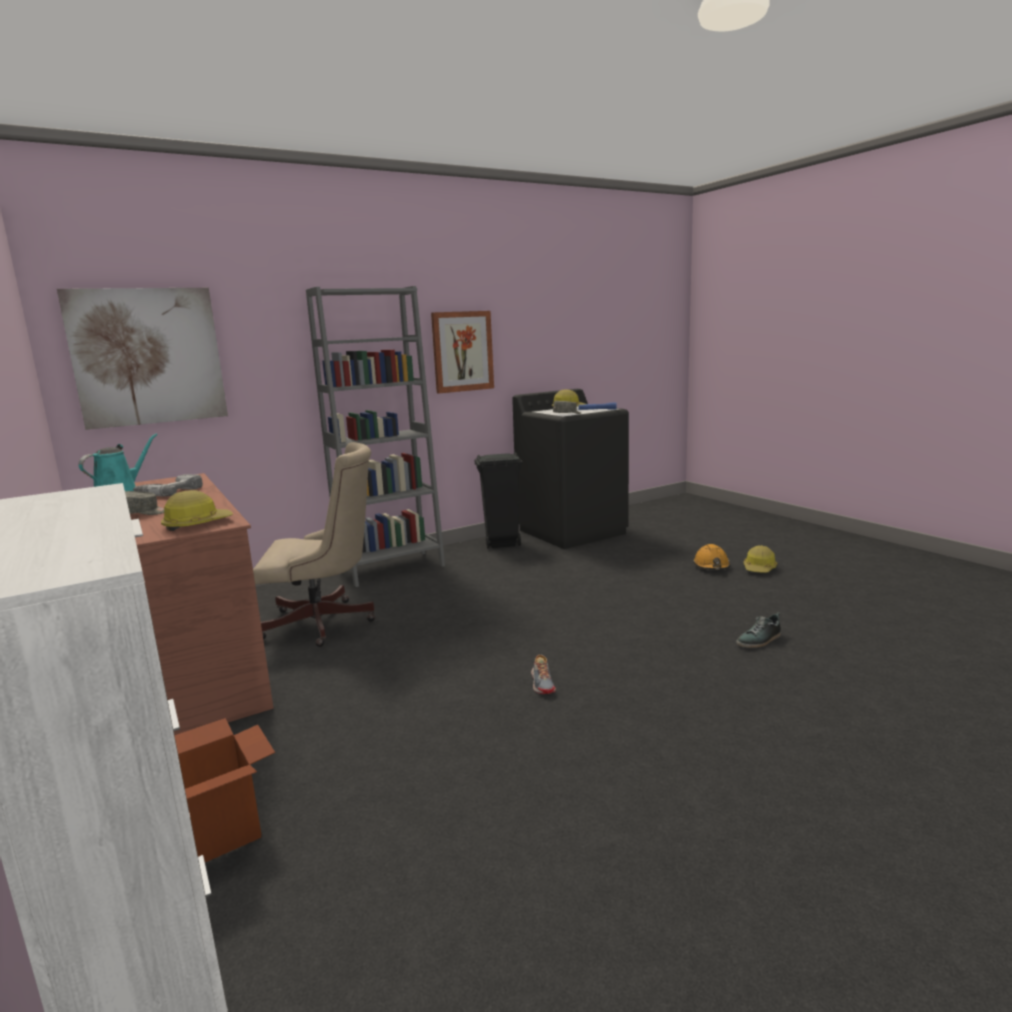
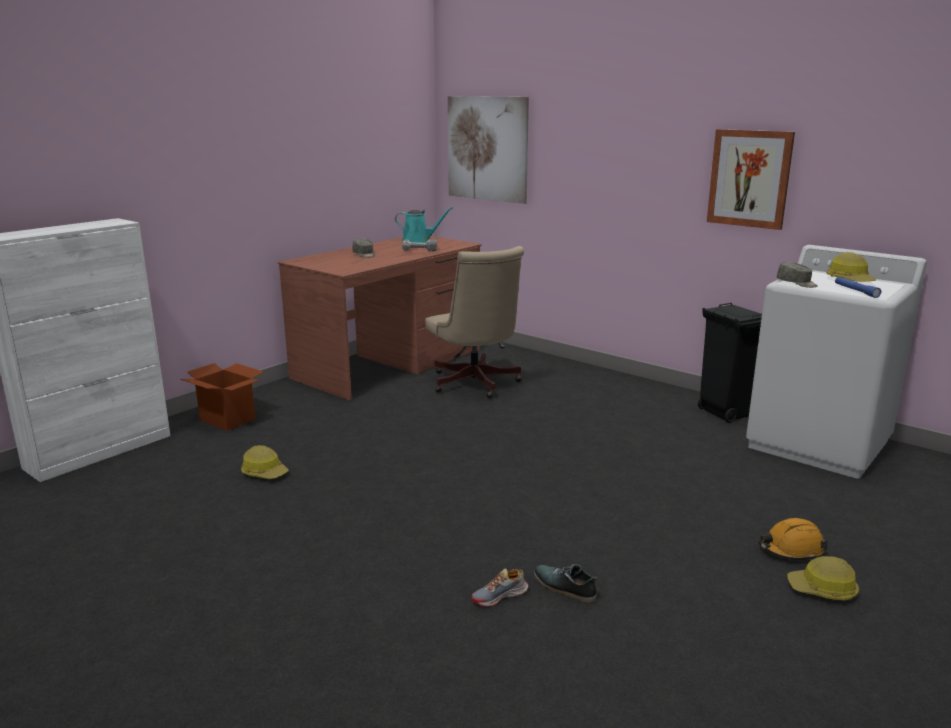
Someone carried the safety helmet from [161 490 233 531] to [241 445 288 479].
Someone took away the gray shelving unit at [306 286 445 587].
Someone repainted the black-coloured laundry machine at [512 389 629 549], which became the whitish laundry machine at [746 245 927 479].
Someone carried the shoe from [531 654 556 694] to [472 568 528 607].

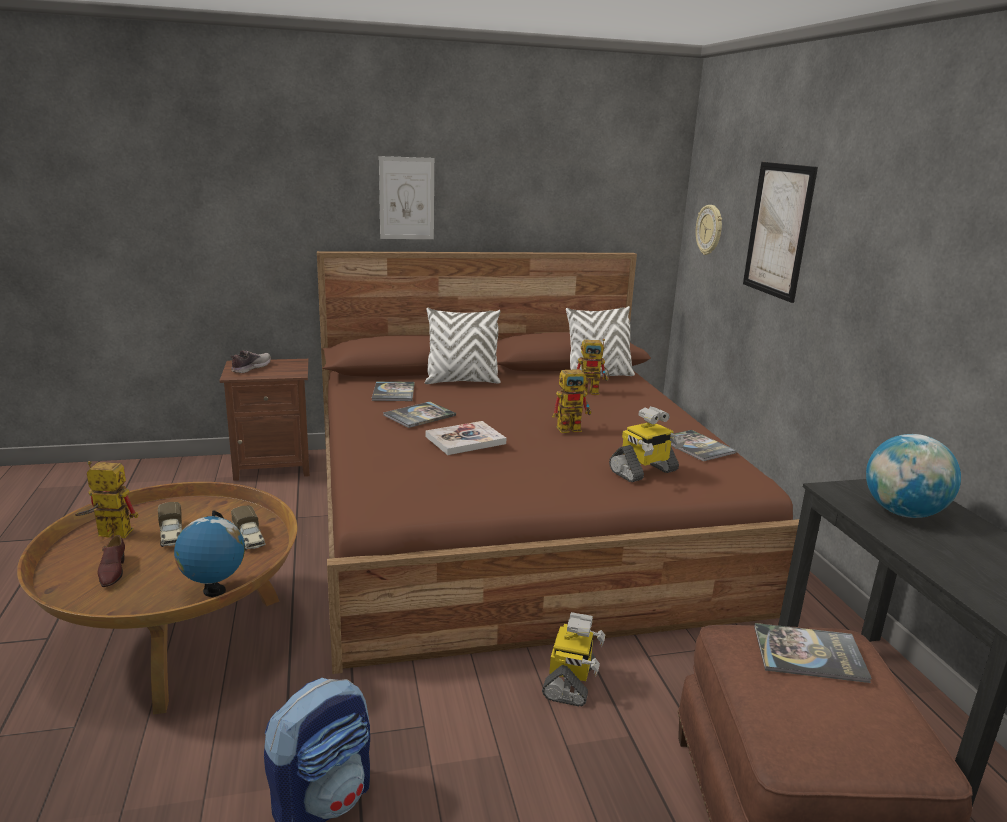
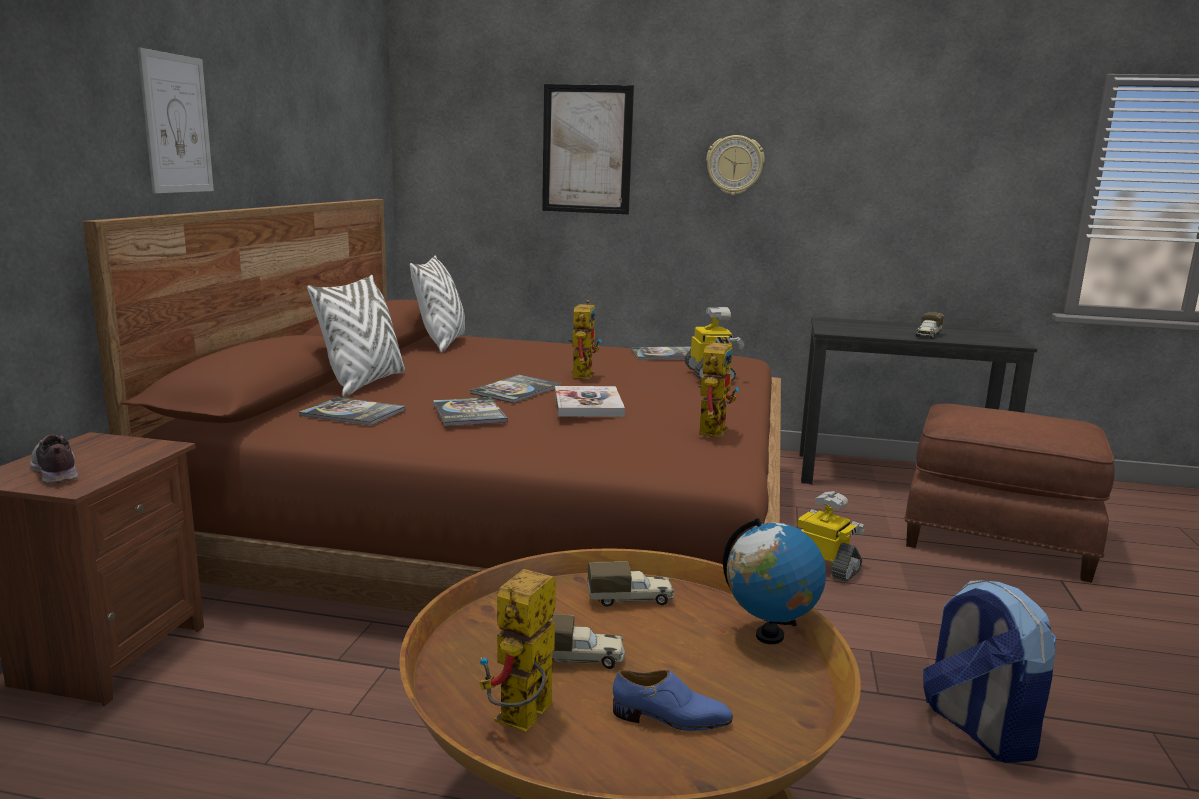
Someone repainted the brownish shoe at [97 535 125 587], which became the bluish shoe at [613 670 733 731].
Someone carried the toy robot from [577 339 609 395] to [698 337 739 438].
Someone carried the wall clock from [696 205 722 255] to [706 135 765 195].
Someone carried the book from [754 623 872 683] to [470 375 560 403].
Someone took away the world globe at [866 434 961 518].
Someone put down the toy truck at [915 312 944 339].

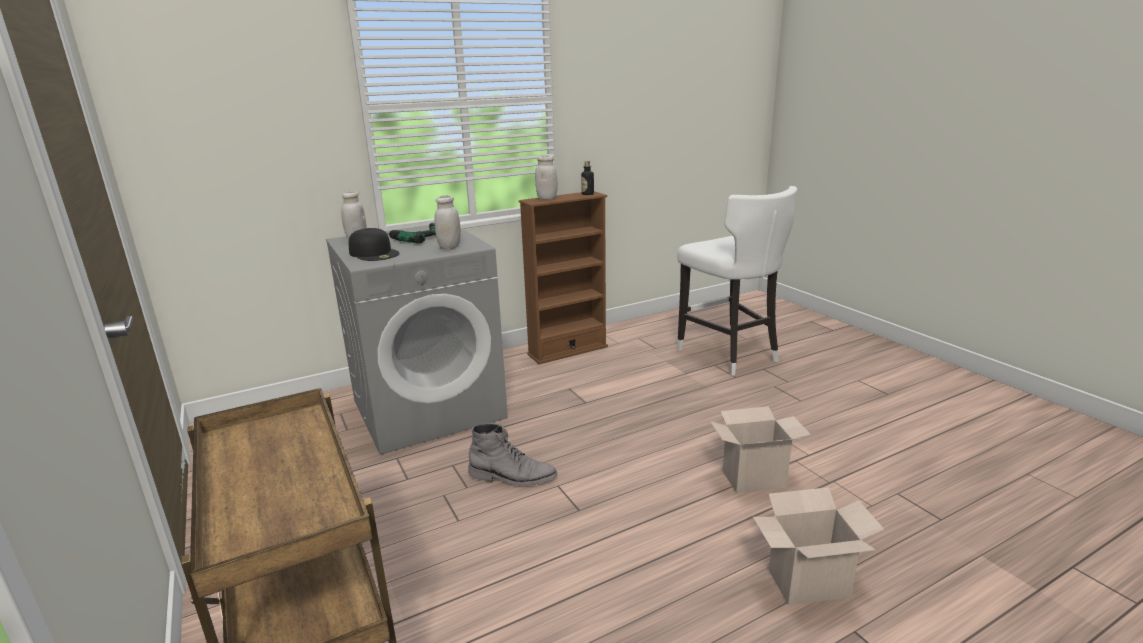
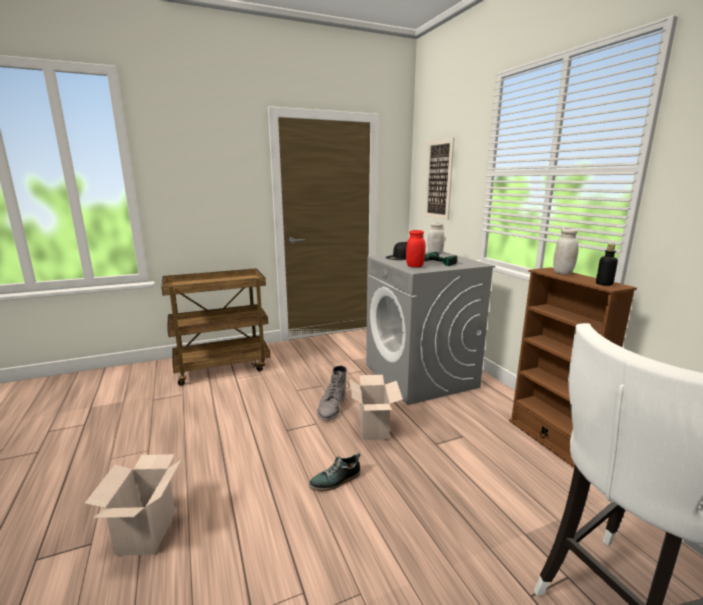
Someone repainted the whitish jar at [434 195 461 250], which became the red-coloured jar at [406 230 426 267].
Someone carried the cardboard box from [710 406 811 494] to [350 375 403 440].
Someone put down the shoe at [309 453 360 491].
Someone put up the picture at [424 137 454 220].

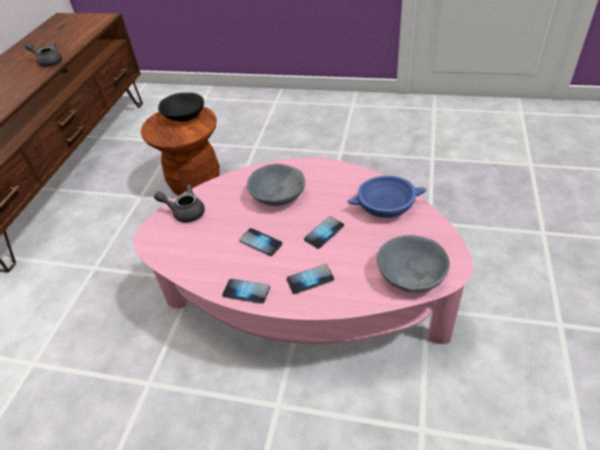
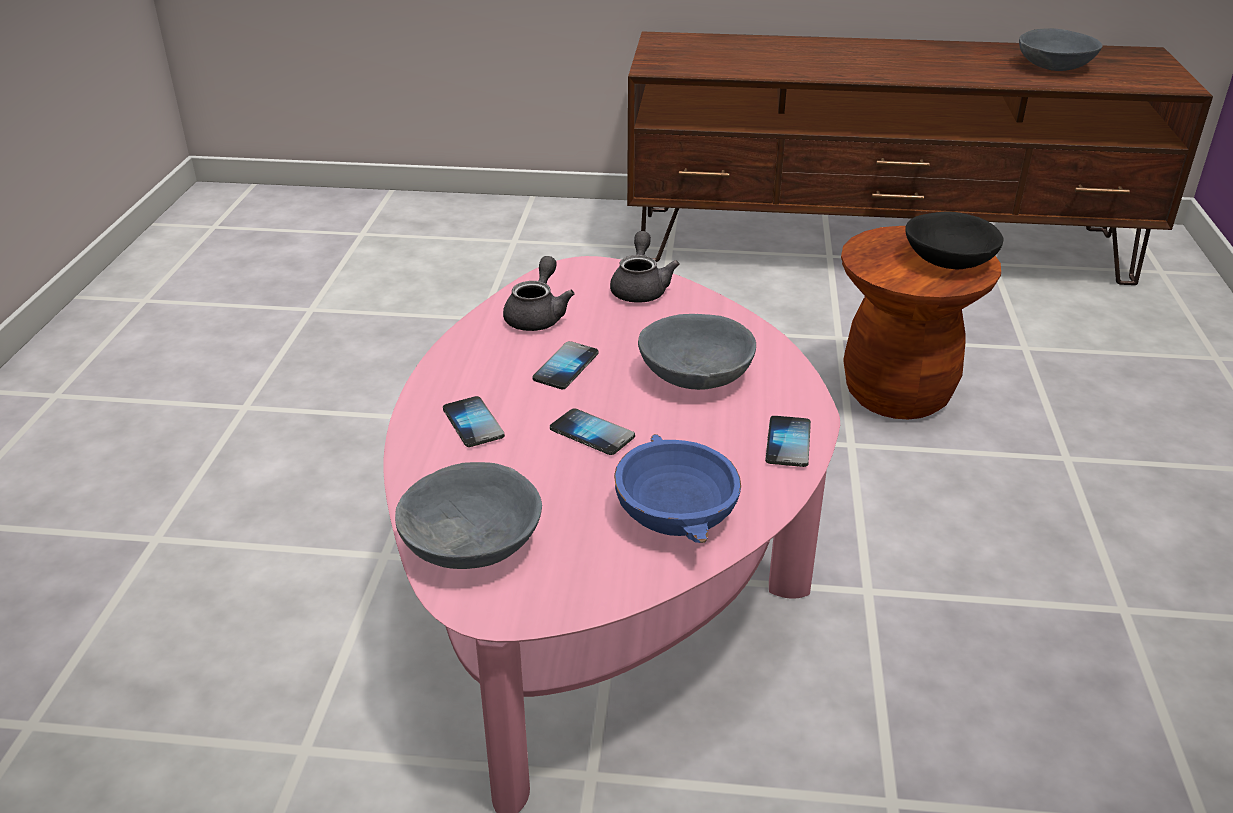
Someone carried the gray teapot from [25 42 62 67] to [503 256 575 331].
Someone carried the telephone from [222 279 270 304] to [765 416 811 467].
Someone put down the gray deep dish at [1019 28 1103 71].

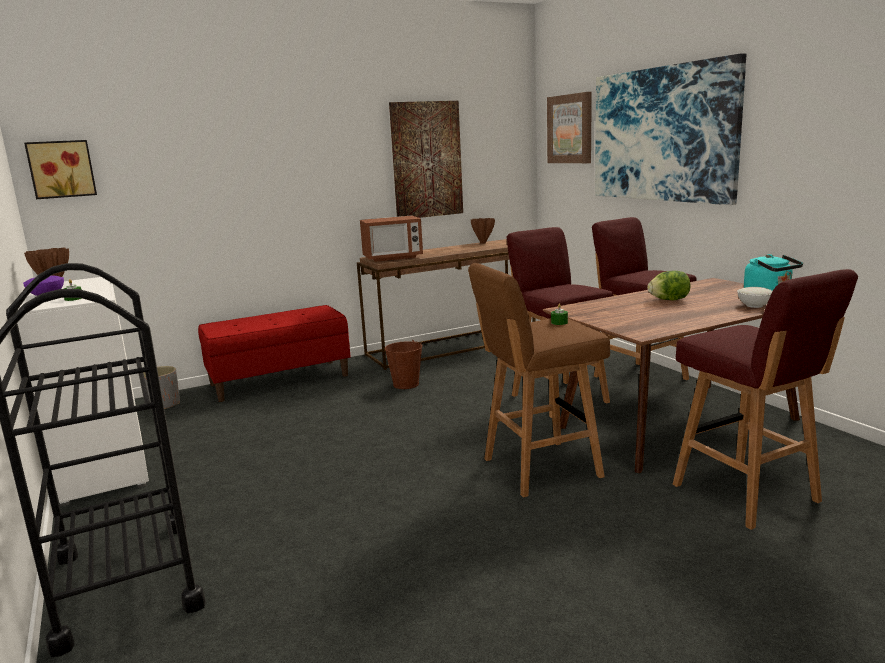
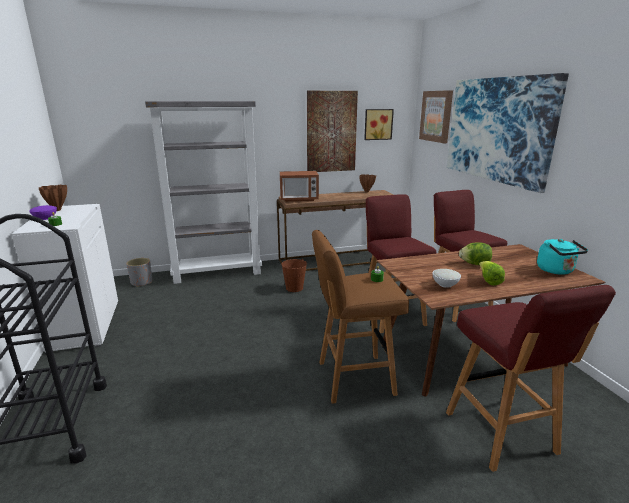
Someone carried the picture from [24 140 97 199] to [364 109 394 140].
Someone swapped the red-coloured bench at [198 305 351 402] for the gray shelving unit at [145 101 262 284].
Someone carried the whitish deep dish from [737 287 773 308] to [433 269 461 288].
Someone put down the head of lettuce at [479 261 505 286].

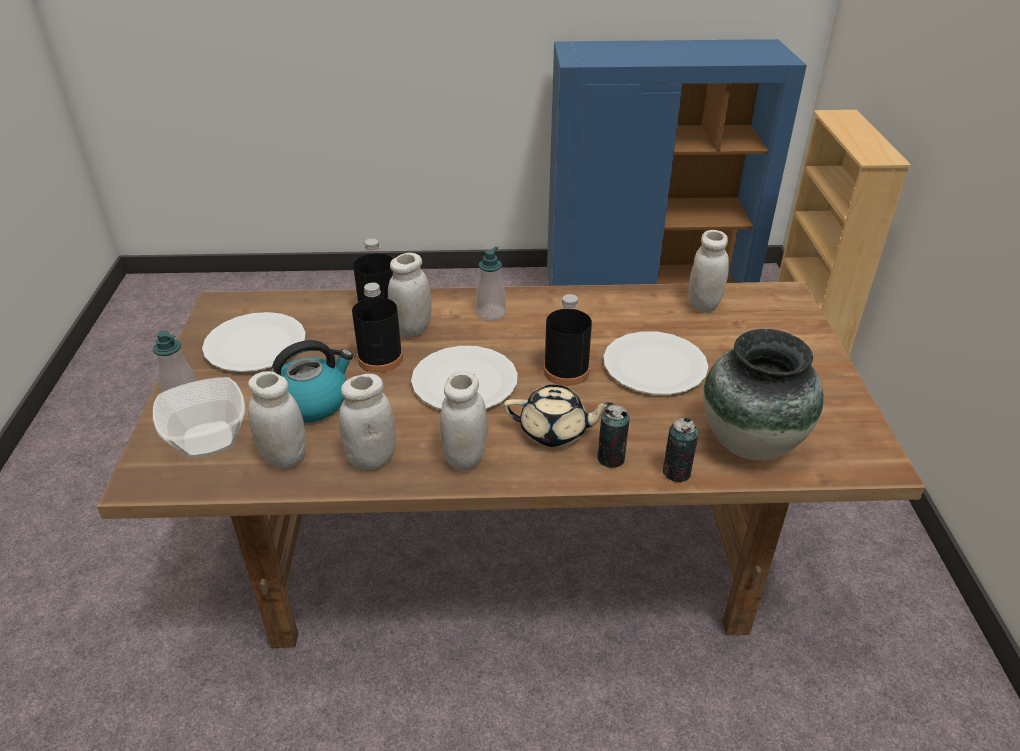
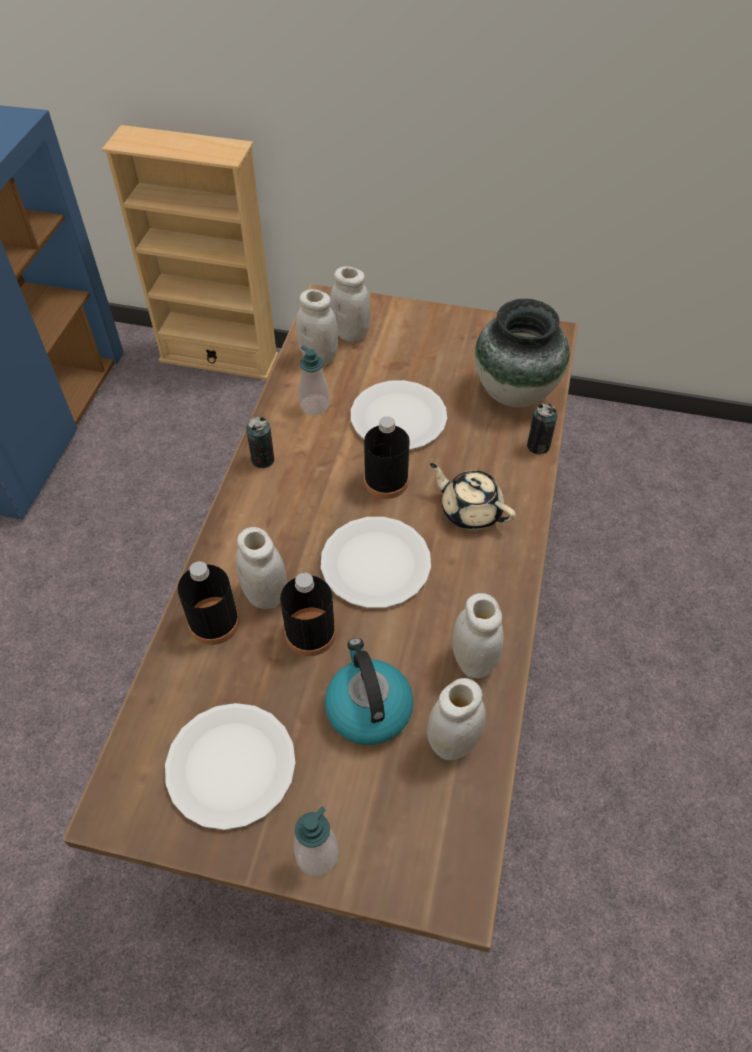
Someone took away the deep dish at [153 377 245 458].
Someone carried the whitish jar from [440 371 488 471] to [330 266 371 342].
Someone carried the soap dispenser from [476 247 506 321] to [299 345 330 415].
Someone rotated the beige teapot at [504 385 613 447] by 75 degrees counterclockwise.
Someone carried the sealed can from [598 405 630 468] to [246 417 274 468].

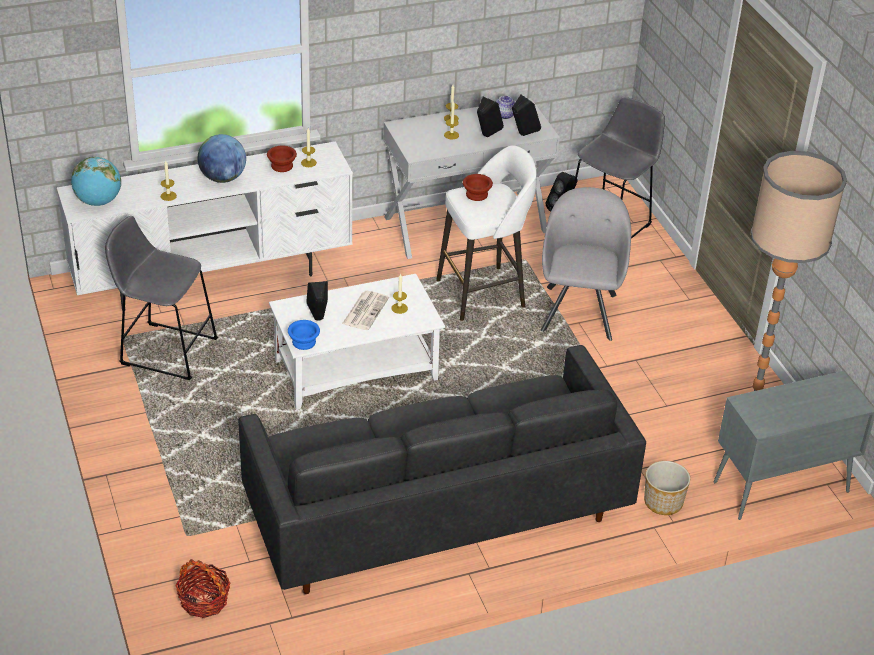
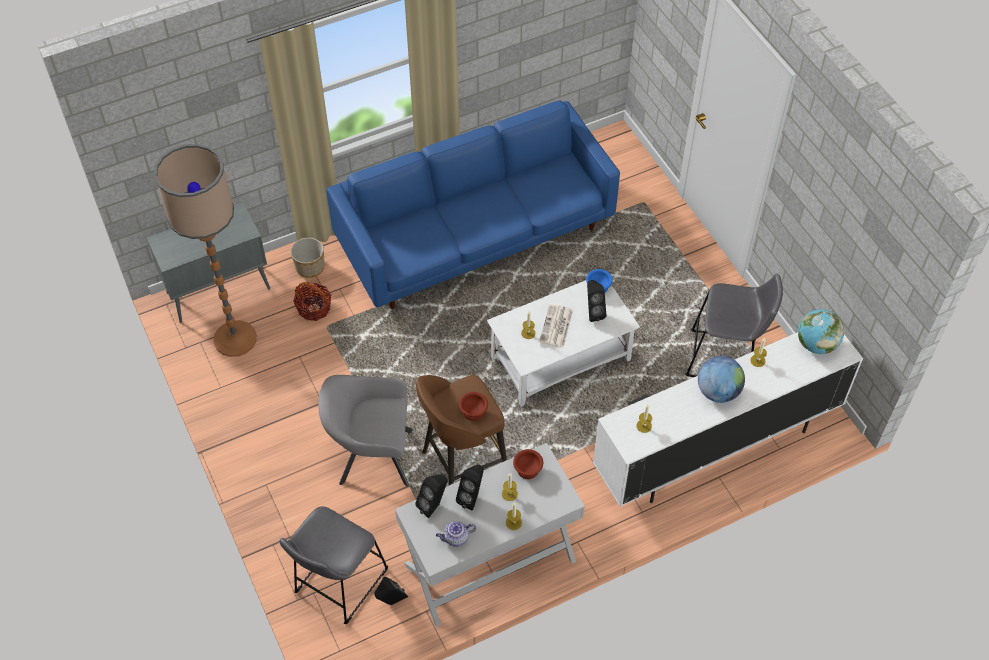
Someone carried the household basket from [175 559 230 618] to [293 282 331 321].
Someone repainted the black-coloured sofa at [238 345 646 594], which became the bluish sofa at [326 101 620 309].
Someone carried the brownish deep dish from [267 146 297 172] to [513 449 543 479].
Someone repainted the whitish stool seat at [436 145 537 321], which became the brownish stool seat at [416 375 507 485].
Someone rotated the gray lounge chair at [541 187 631 341] by 90 degrees clockwise.

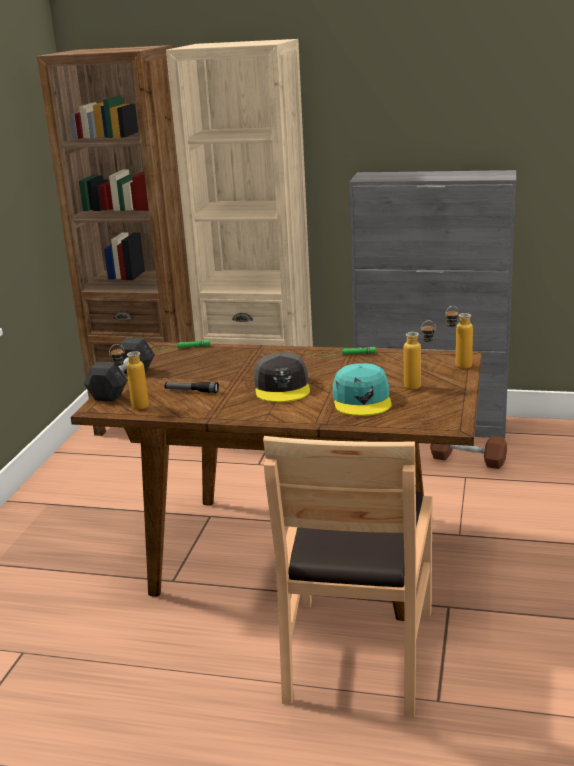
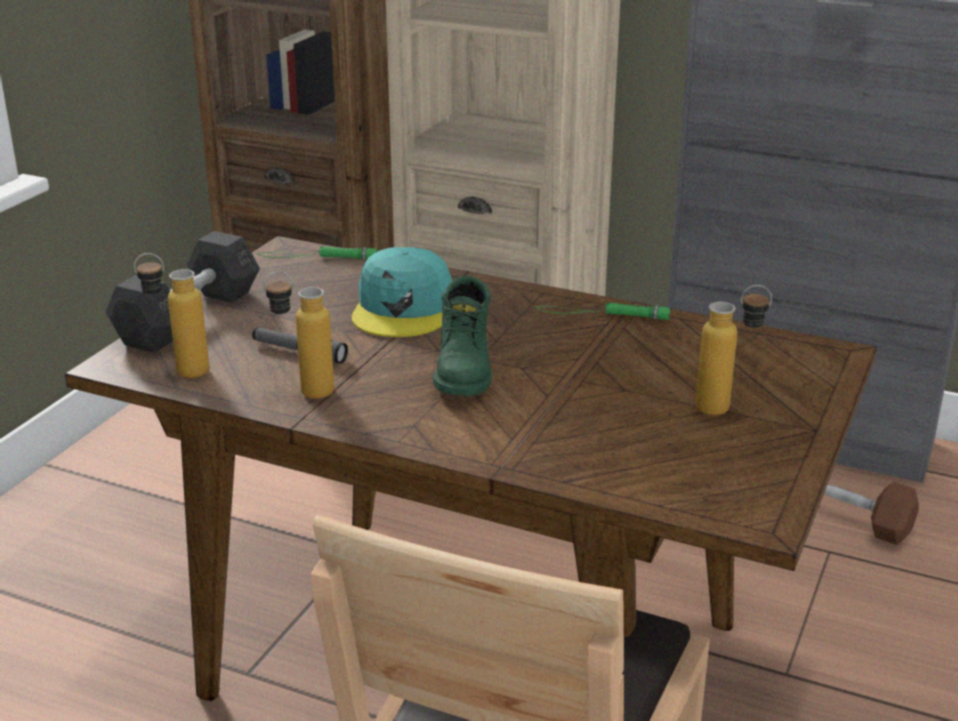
Someone swapped the gray baseball cap at [254 353 310 402] for the greenish high-top boot at [433 276 492 396].
Someone carried the turquoise baseball cap from [333 363 392 416] to [352 247 452 337].
Someone carried the beverage bottle from [445 306 473 369] to [263 271 334 399].

